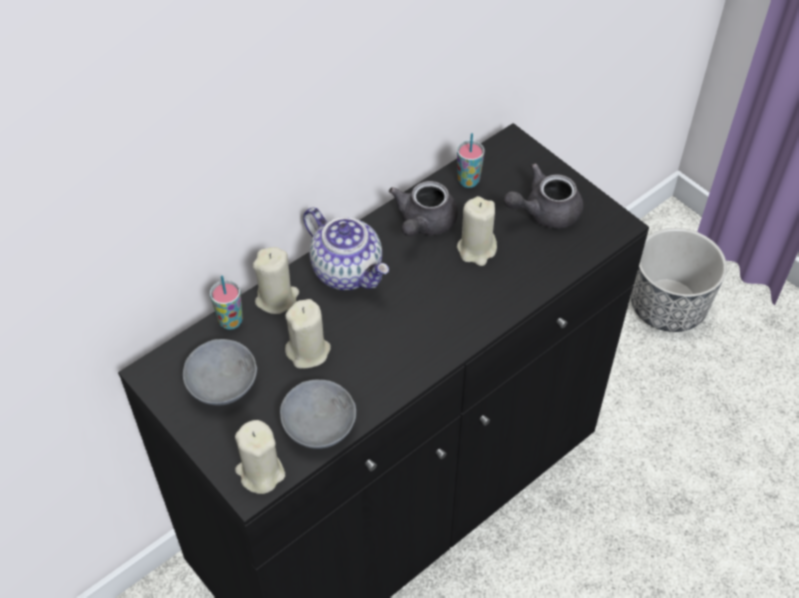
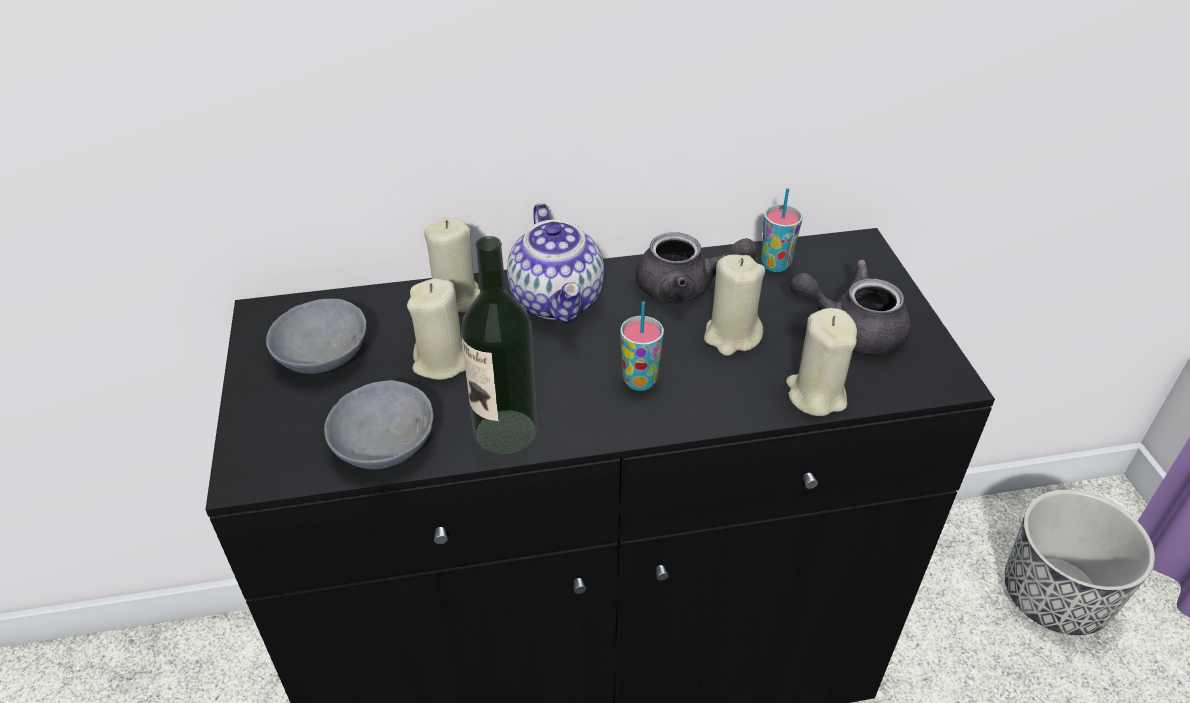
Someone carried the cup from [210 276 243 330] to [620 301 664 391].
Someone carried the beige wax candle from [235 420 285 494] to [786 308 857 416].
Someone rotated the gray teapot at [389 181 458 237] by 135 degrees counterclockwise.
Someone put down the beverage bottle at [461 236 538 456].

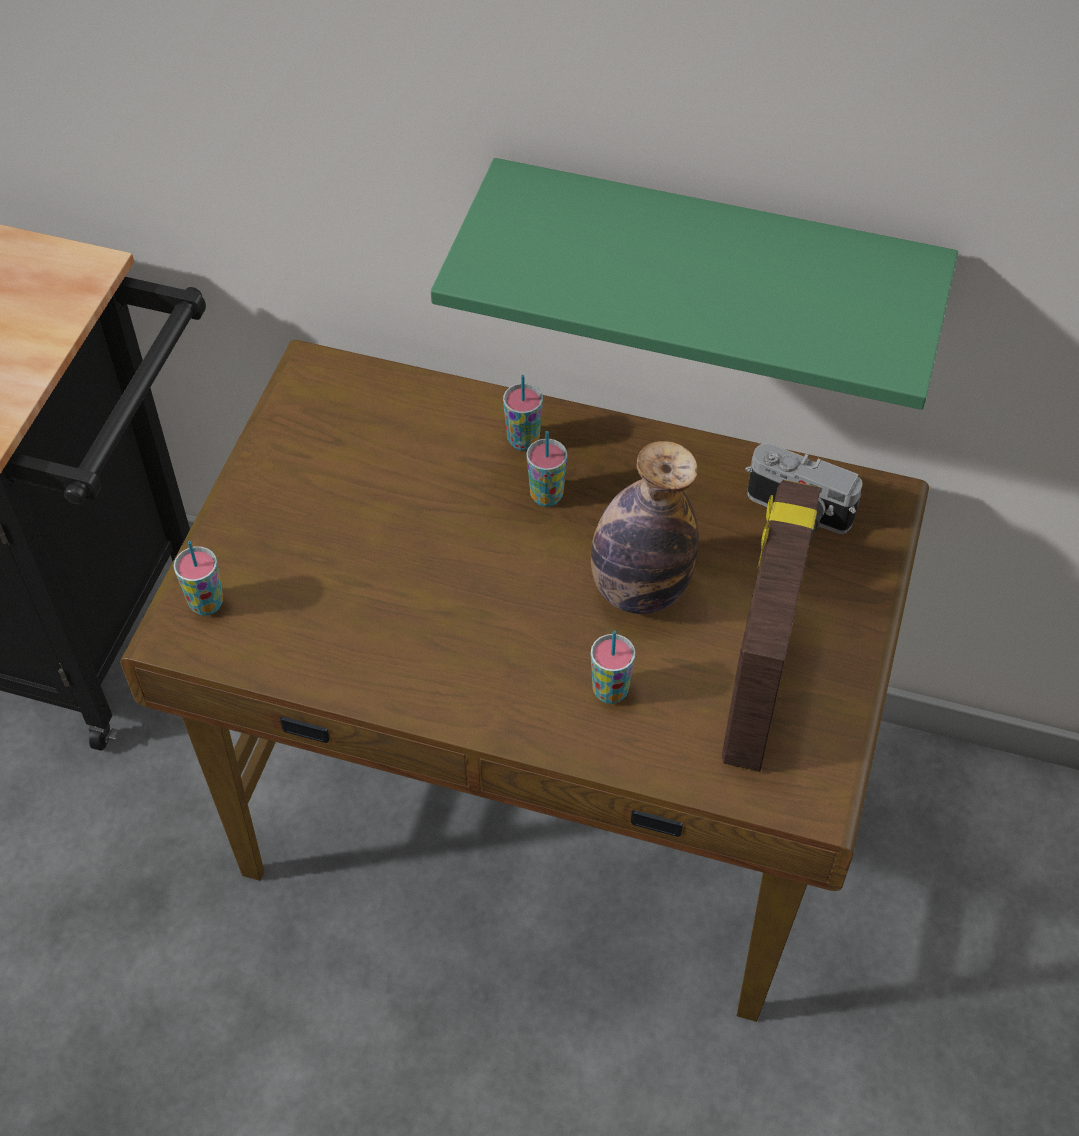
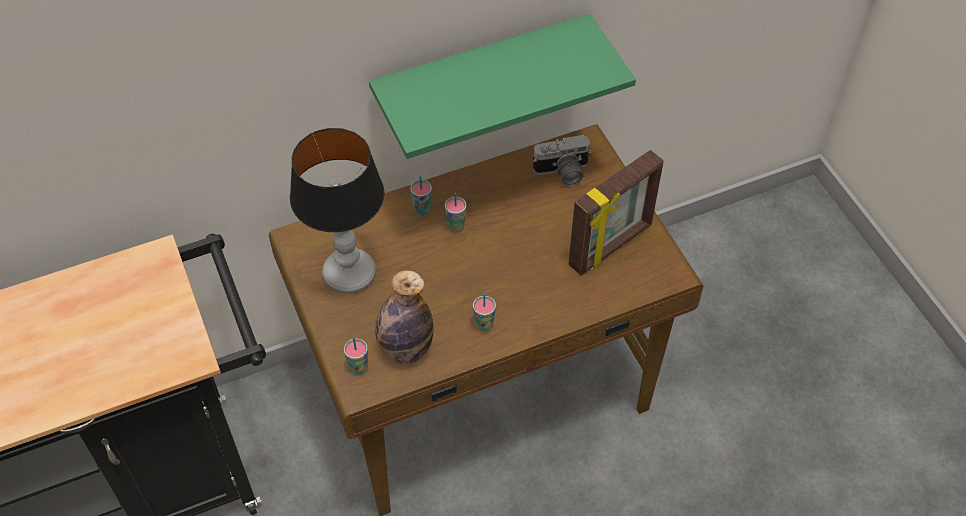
Someone carried the beverage bottle from [591 441 699 614] to [375 270 433 364].
Someone carried the cup from [591 631 636 704] to [473 294 496 332].
Someone rotated the picture frame at [722 480 821 772] by 105 degrees counterclockwise.
Someone put down the table lamp at [290 128 385 294].

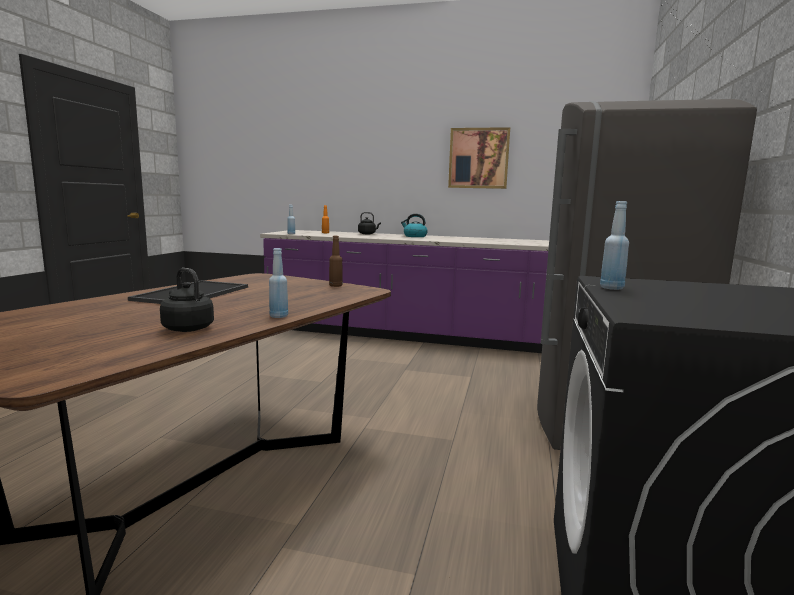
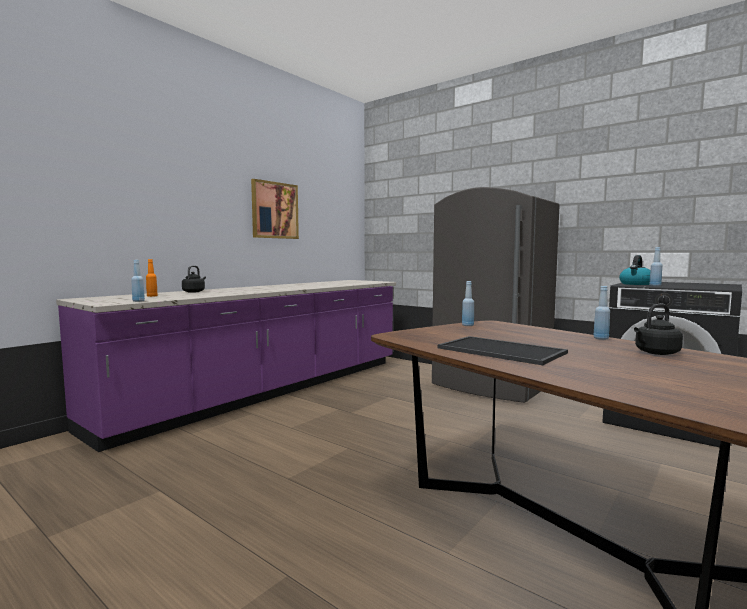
Someone repainted the brownish beverage bottle at [329 236 343 287], which became the bluish beverage bottle at [462 281 474 326].
Someone carried the kettle from [401 214 428 237] to [619 255 650 285].

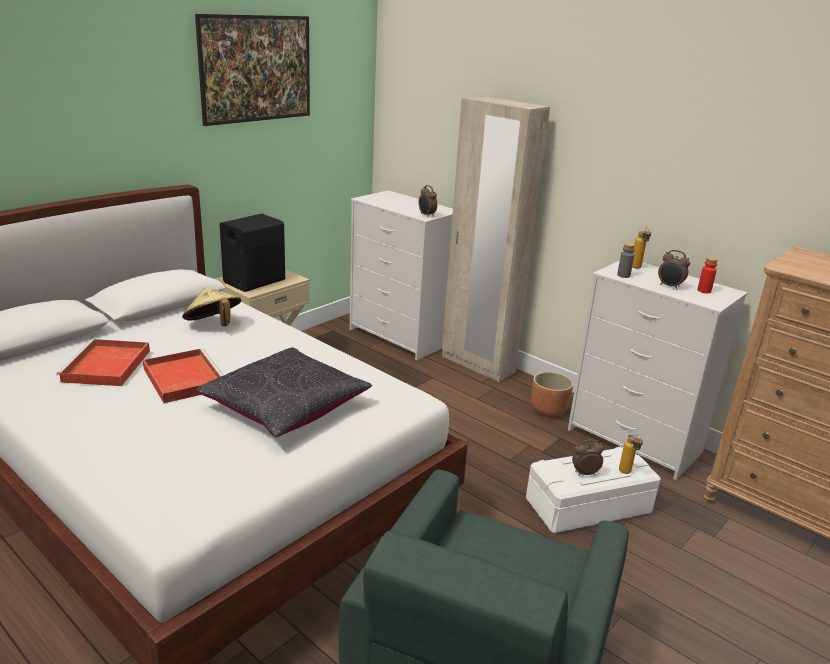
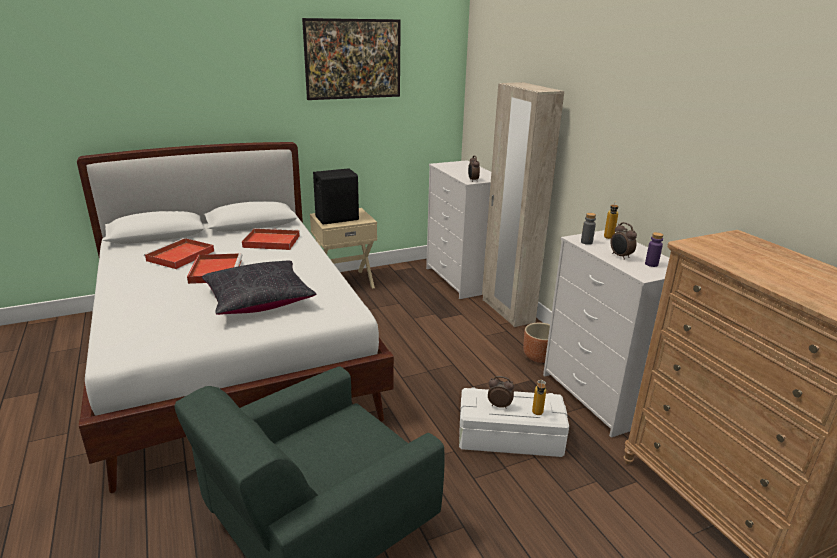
Someone swapped the beige clothing hat at [182 287 241 326] for the red-coloured tray at [242 228 300 250].
Someone repainted the red-coloured beverage bottle at [697 257 718 293], which became the purple-coloured beverage bottle at [645 232 663 267].

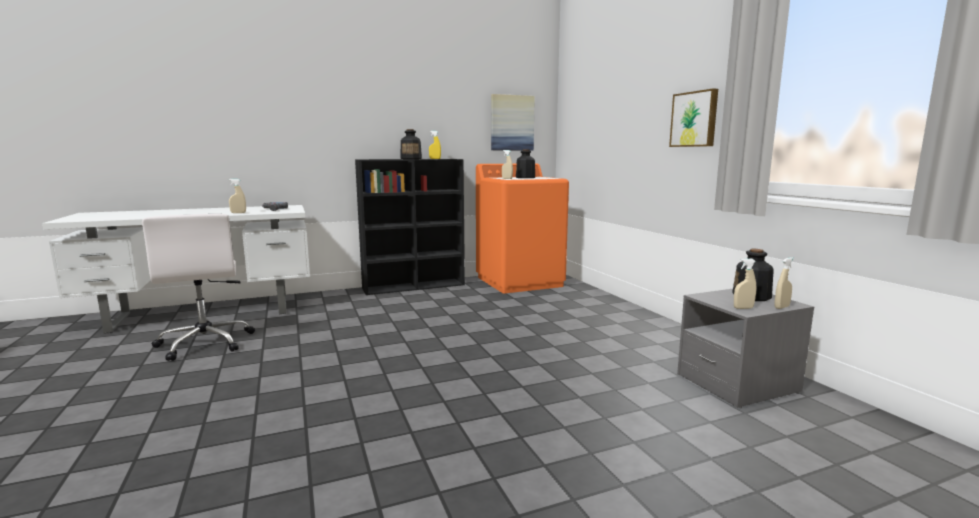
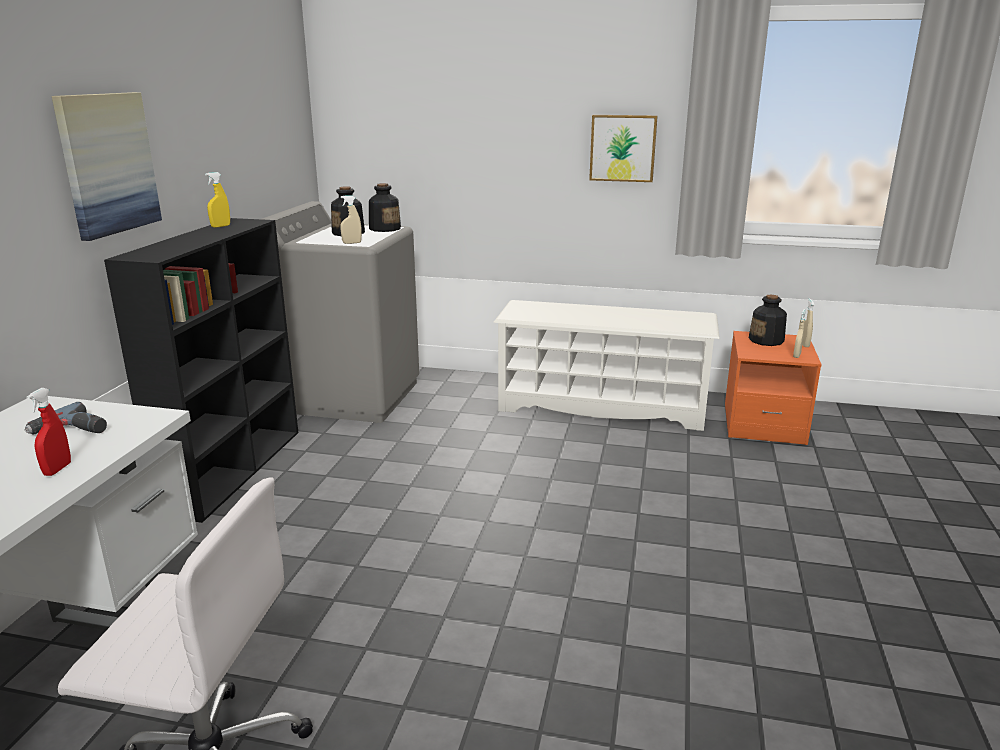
Someone repainted the beige sprayer at [229 179 246 213], which became the red-coloured sprayer at [26 388 71 476].
Someone carried the beverage bottle from [400 129 422 159] to [369 183 401 232].
Someone repainted the orange laundry machine at [476 163 569 293], which became the gray laundry machine at [262 201 419 423].
Someone carried the picture from [491 94 535 150] to [51 92 162 241].
Someone repainted the gray nightstand at [677 289 814 408], which became the orange nightstand at [725 331 822 445].
Someone put down the whitish shoe shelf at [493 300 720 431].

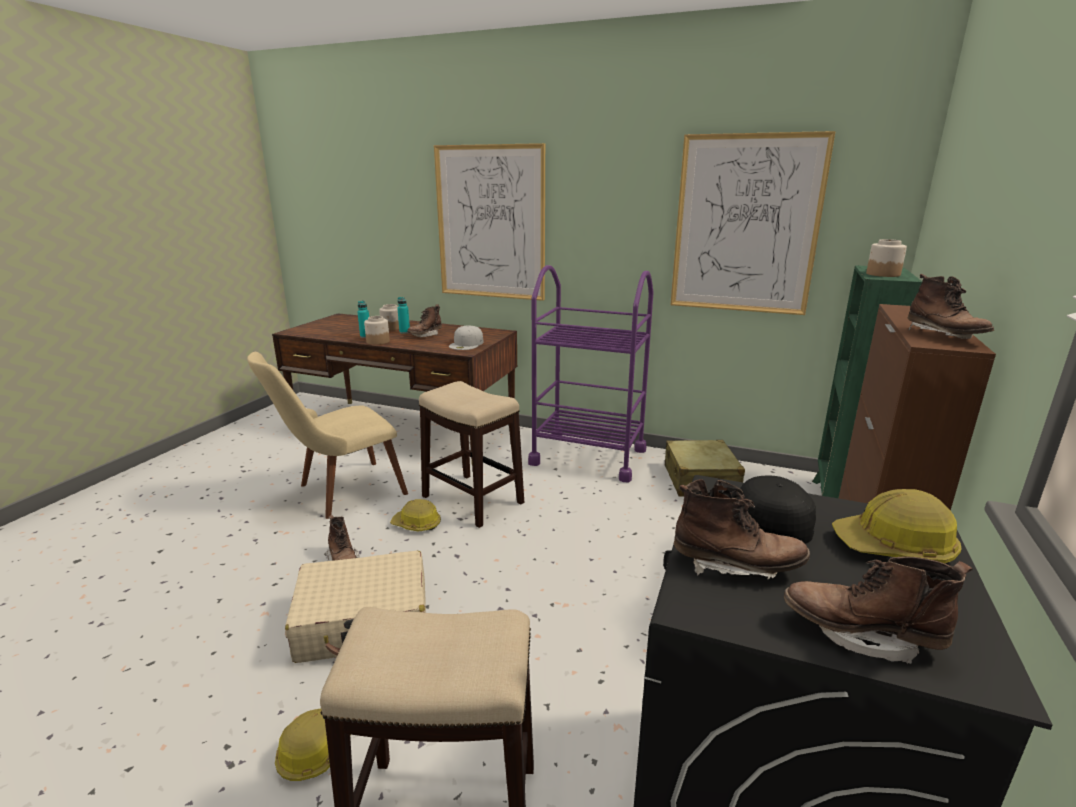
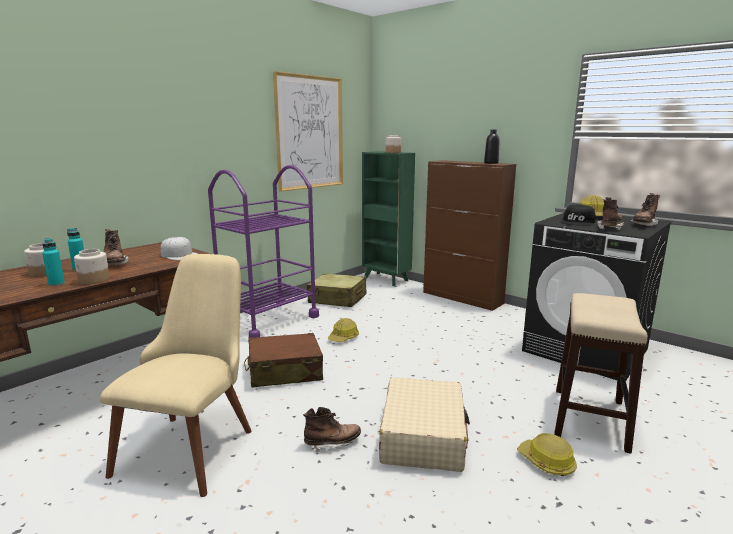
Someone rotated the beige chair at [247 352 408 519] by 150 degrees counterclockwise.
Someone carried the safety helmet from [390 499 441 531] to [328 318 359 342].
Someone swapped the stool seat at [419 381 524 528] for the brownish travel case at [244 333 323 388].
Someone took away the picture at [434 143 545 301].
Someone swapped the brownish high-top boot at [908 274 994 339] for the black-coloured beverage bottle at [484 129 499 164].

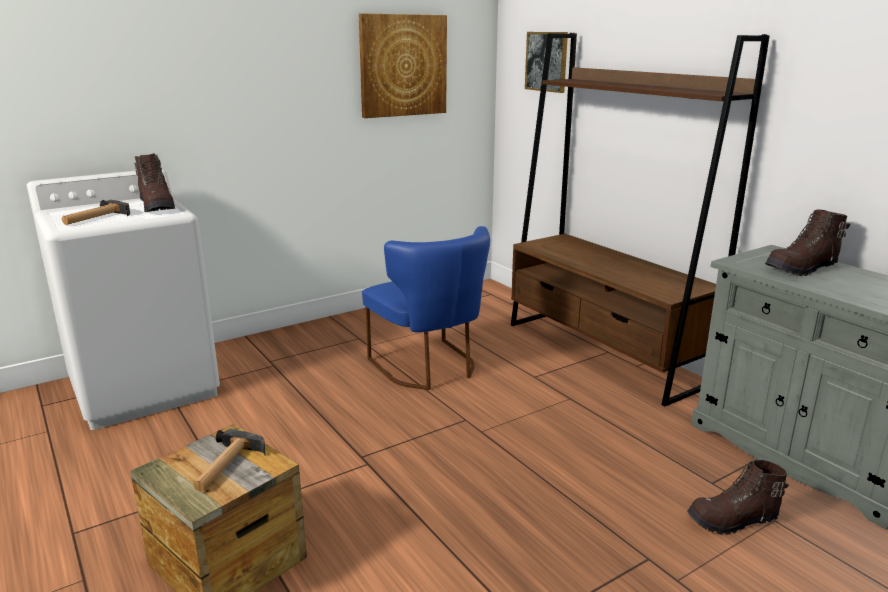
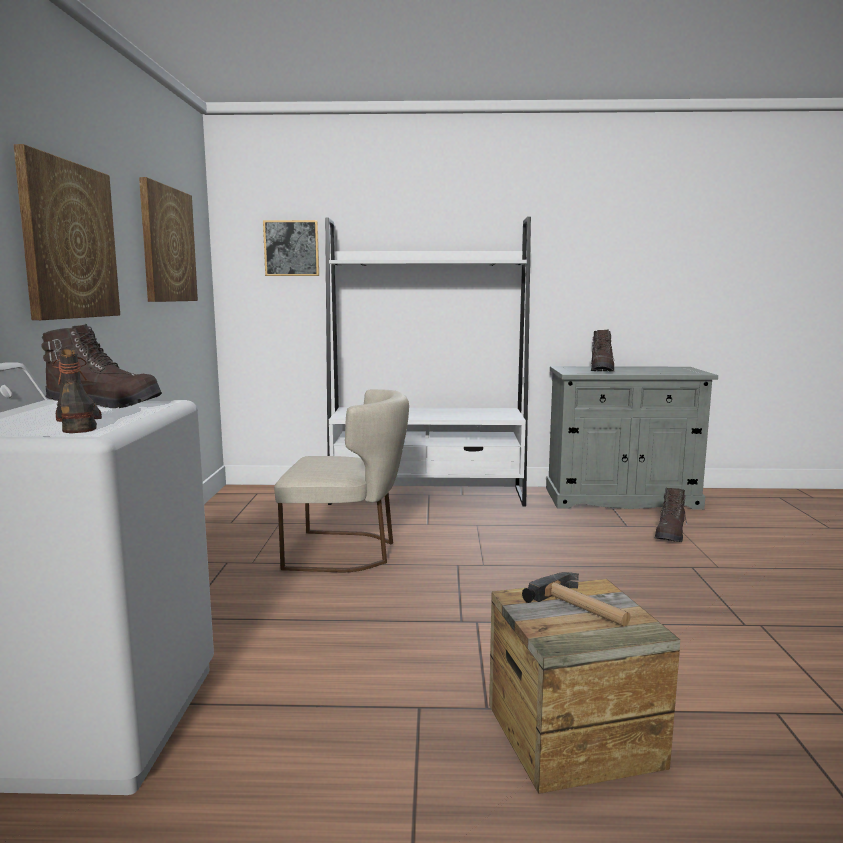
Someone swapped the hand hammer at [62 200 130 225] for the high-top boot at [53 349 102 433].
Someone repainted the bluish chair at [362 226 490 390], which became the beige chair at [274 389 409 572].
Someone repainted the brownish shelving unit at [511 33 770 407], which became the whitish shelving unit at [325 217 531 506].
Someone put up the picture at [13 144 120 320].

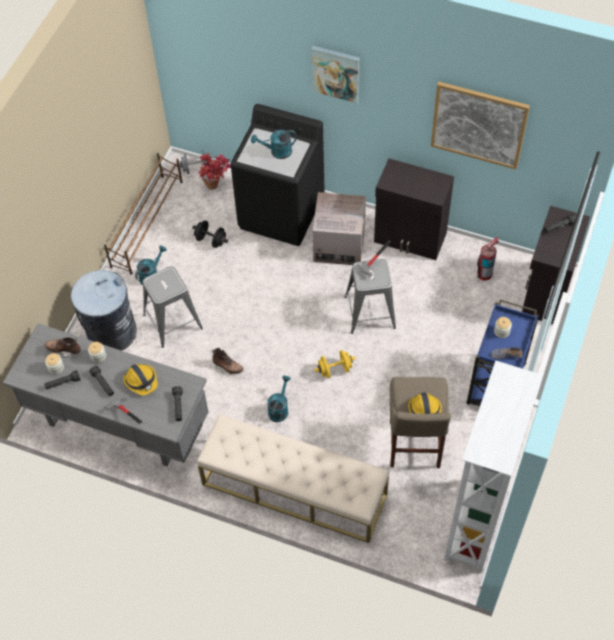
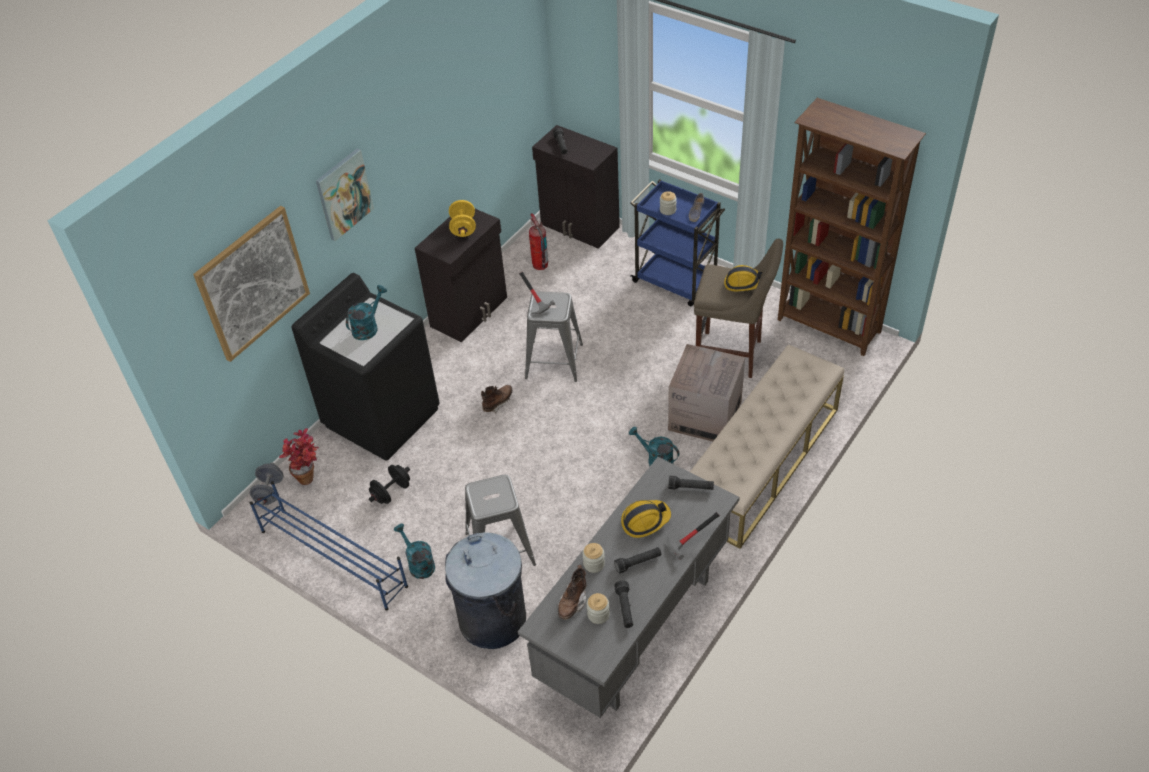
Someone repainted the brownish shoe shelf at [104 153 183 274], which became the bluish shoe shelf at [250 481 408 611].
Someone carried the brownish high-top boot from [212 348 243 375] to [481 385 512 413].
Someone rotated the turquoise sprinkling can at [251 130 297 159] by 150 degrees counterclockwise.
Someone carried the cardboard box from [313 192 366 265] to [668 344 745 442].
Someone carried the yellowish hand weight from [315 350 356 378] to [449 200 476 237].
Someone carried the picture from [431 82 530 169] to [193 206 310 362].
Someone repainted the whitish shelving unit at [444 360 543 573], which became the brownish shelving unit at [778 98 926 356].

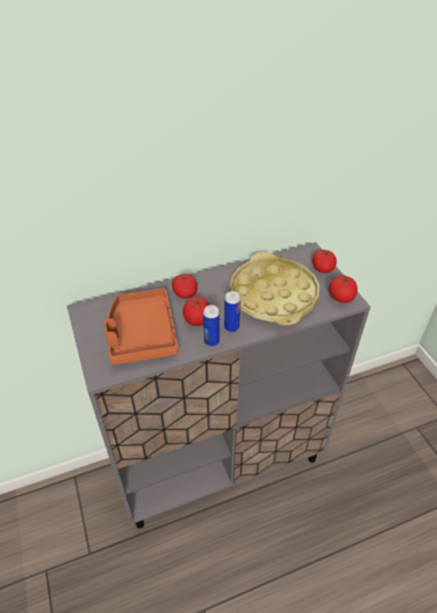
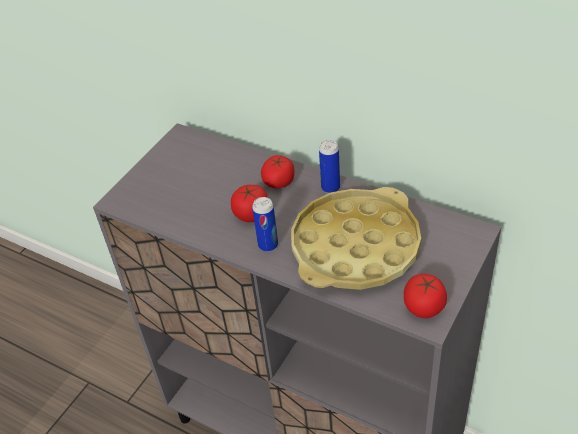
Someone took away the orange tray at [104 288 178 365].
Someone carried the sealed can from [203 305 220 346] to [319 140 340 193].
Someone took away the tomato at [312 250 337 273].

